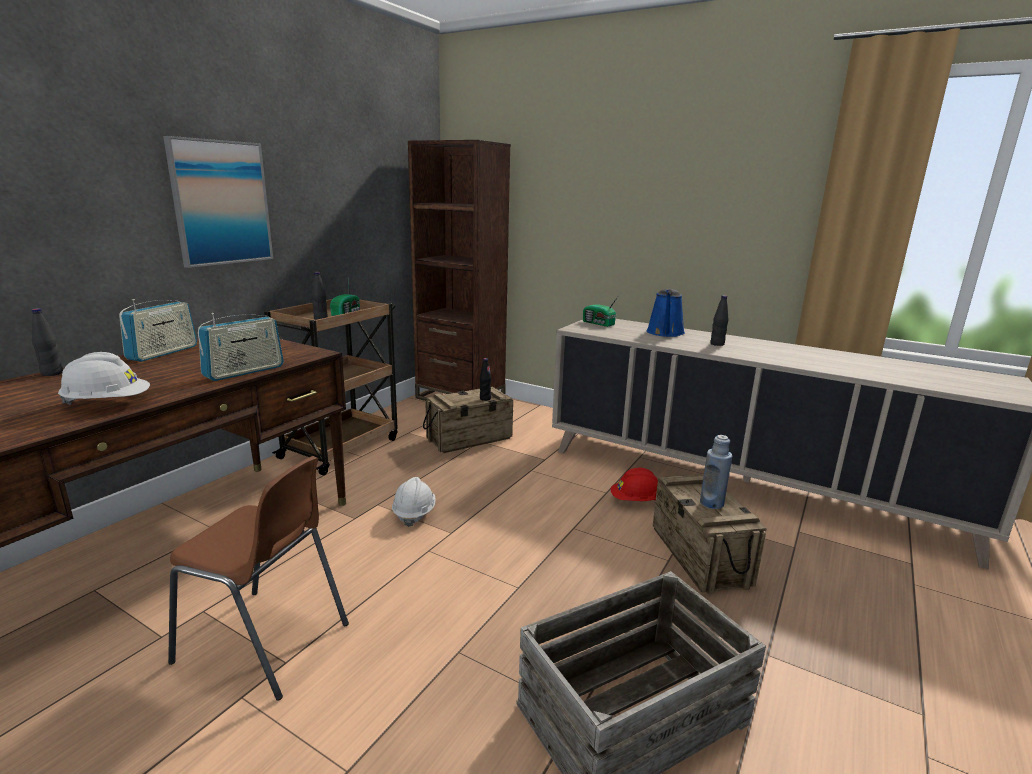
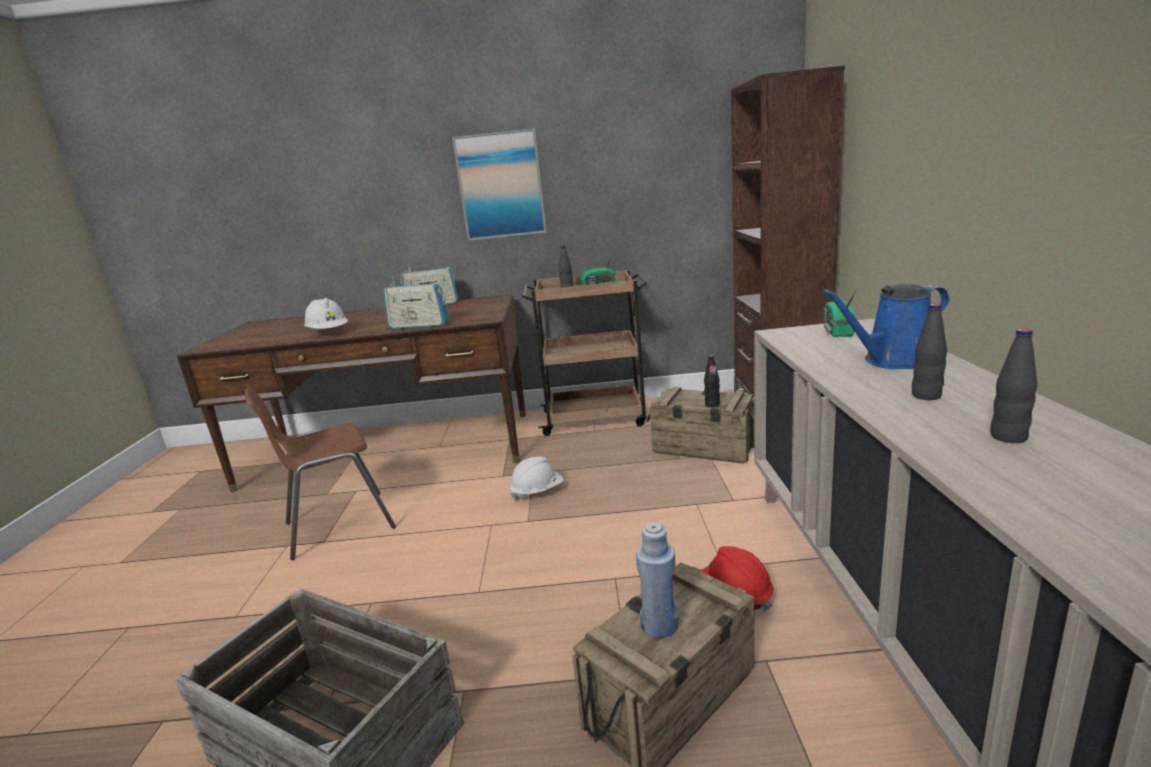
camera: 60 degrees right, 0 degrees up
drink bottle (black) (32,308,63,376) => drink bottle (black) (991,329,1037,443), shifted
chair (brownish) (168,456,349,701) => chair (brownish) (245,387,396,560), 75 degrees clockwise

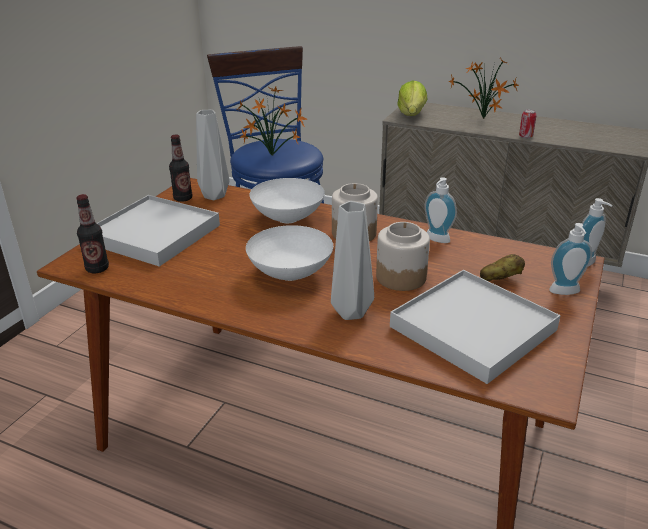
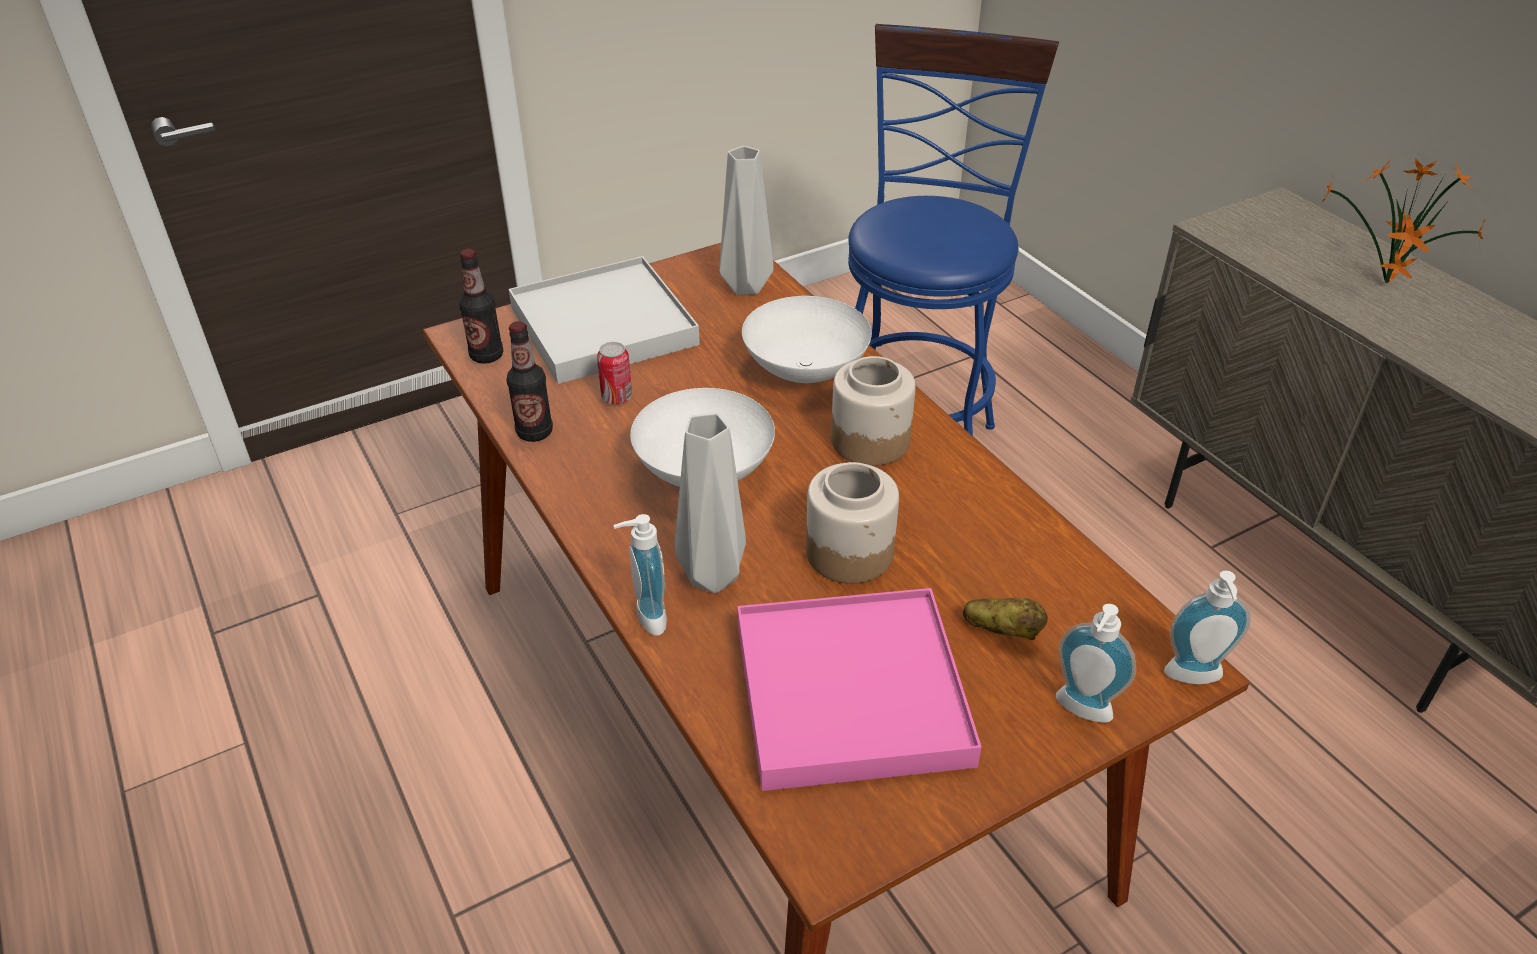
camera: 35 degrees right, 10 degrees up
drink bottle (169,135,192,202) => drink bottle (507,321,553,442), shifted
houseplant (237,87,307,156) => nothing
carrying tray (white) (390,270,561,384) => carrying tray (pinkish) (738,588,982,791)
head of lettuce (397,80,428,116) => nothing
soap dispenser (424,177,457,243) => soap dispenser (613,514,667,635), shifted
sealed can (519,109,537,138) => sealed can (597,342,632,404), shifted

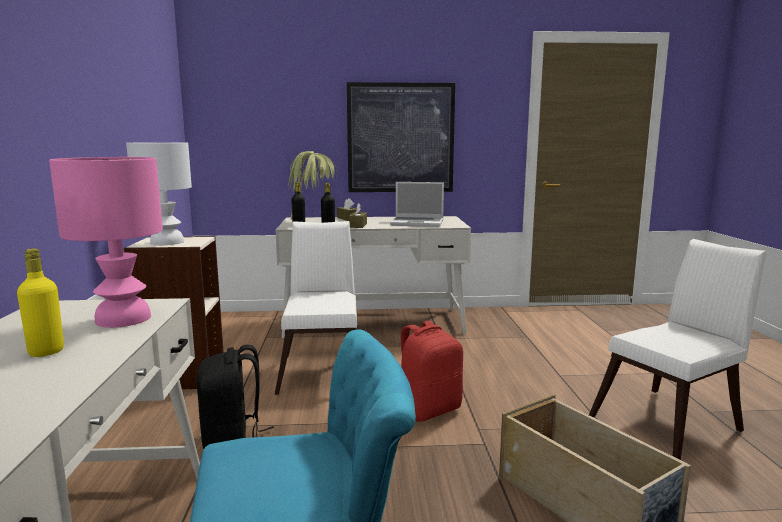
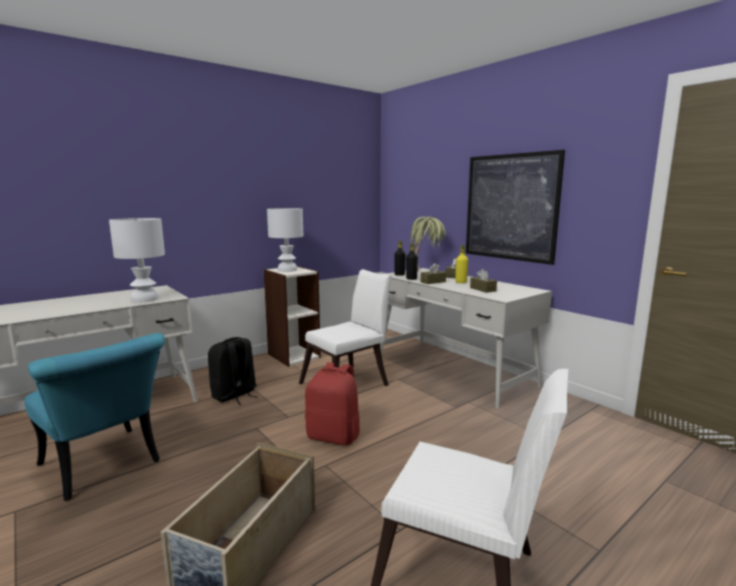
camera: 55 degrees right, 0 degrees up
drink bottle (yellow-coloured) (17,249,64,357) => drink bottle (yellow-coloured) (455,245,468,283), shifted
lamp for a table (pinkish) (49,157,163,328) => lamp for a table (white) (109,218,165,303)
laptop (390,182,444,227) => box of tissues (brownish) (470,269,497,293)

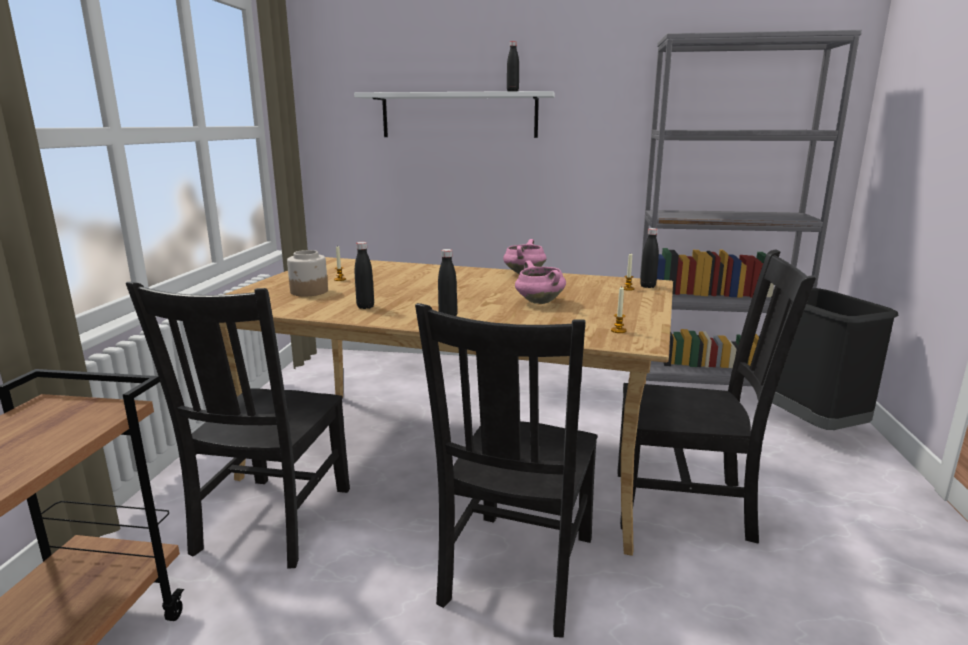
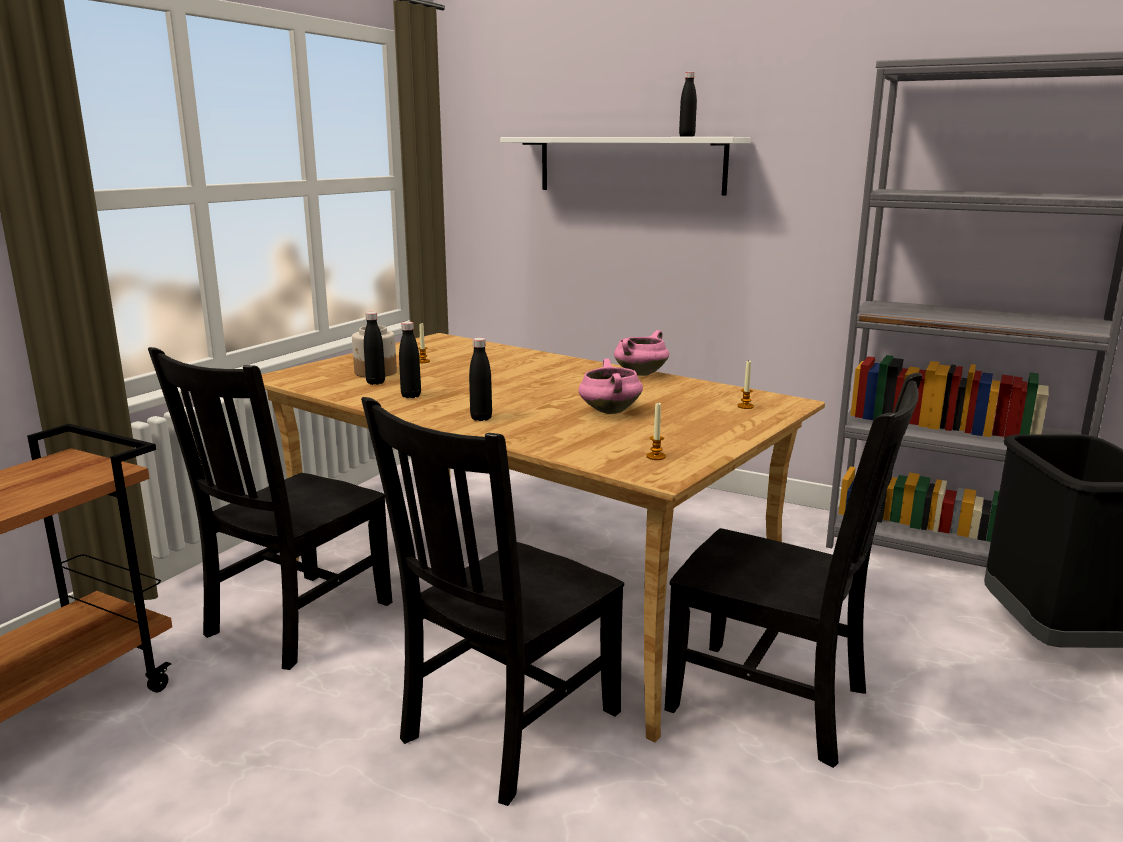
camera: 20 degrees right, 0 degrees up
drink bottle (black) (640,228,659,288) => drink bottle (black) (364,312,385,385), shifted

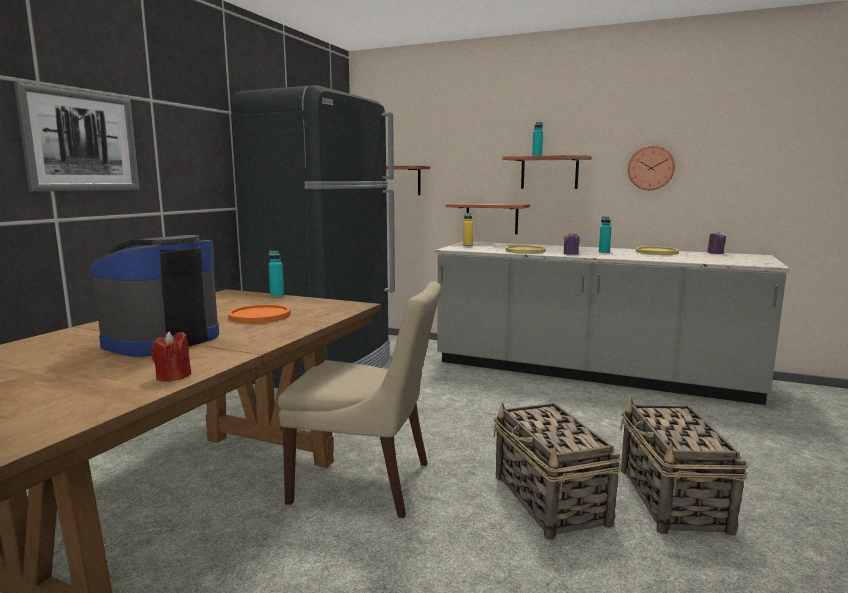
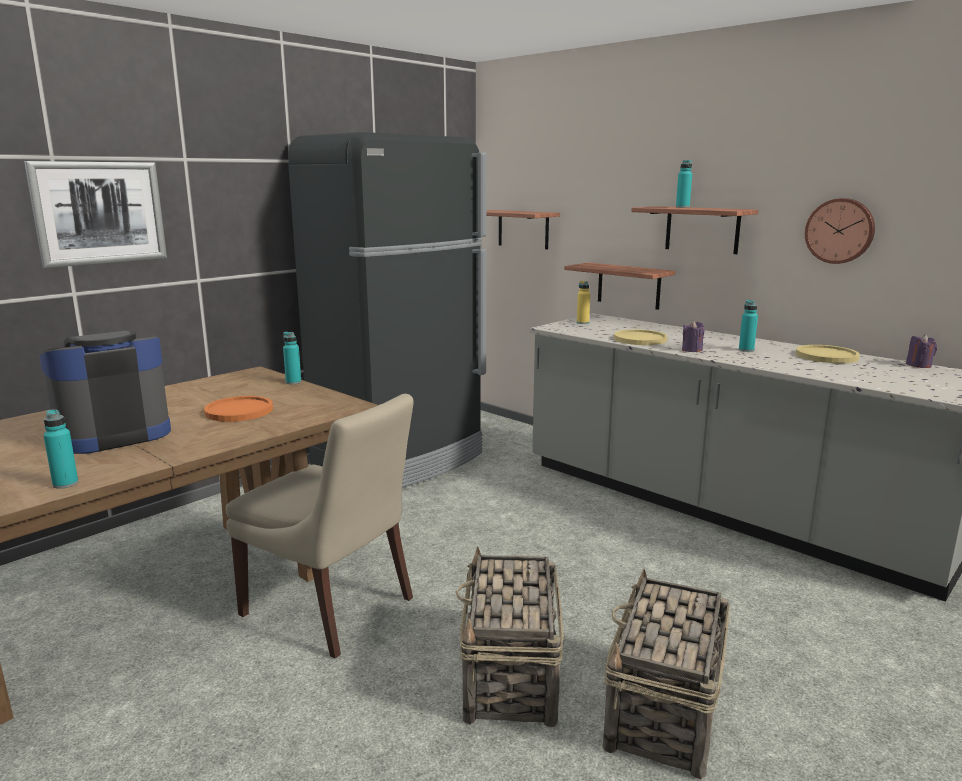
camera: 20 degrees right, 5 degrees up
candle (reddish) (151,331,191,382) => drink bottle (turquoise) (43,409,78,489)

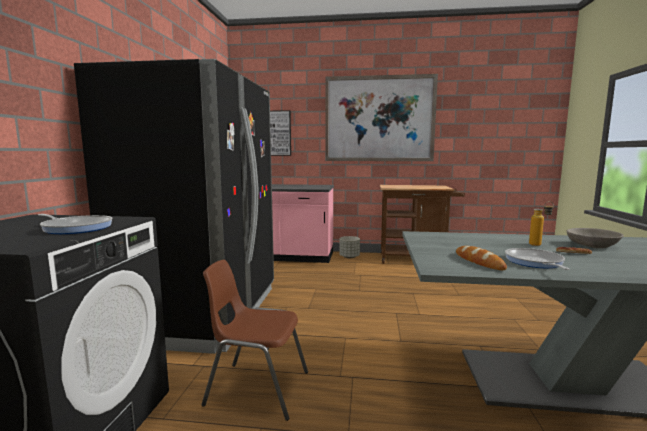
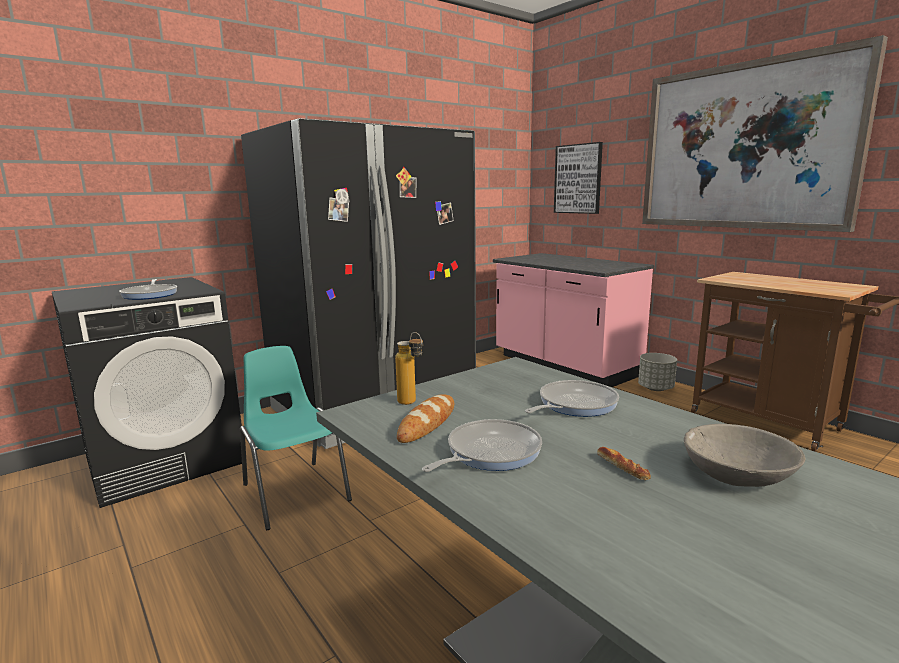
camera: 45 degrees right, 5 degrees up
chair (brownish) (201,260,308,421) => chair (turquoise) (240,346,352,530)
drink bottle (529,201,554,246) => drink bottle (395,332,423,405), shifted
nothing => frying pan (525,380,619,417)

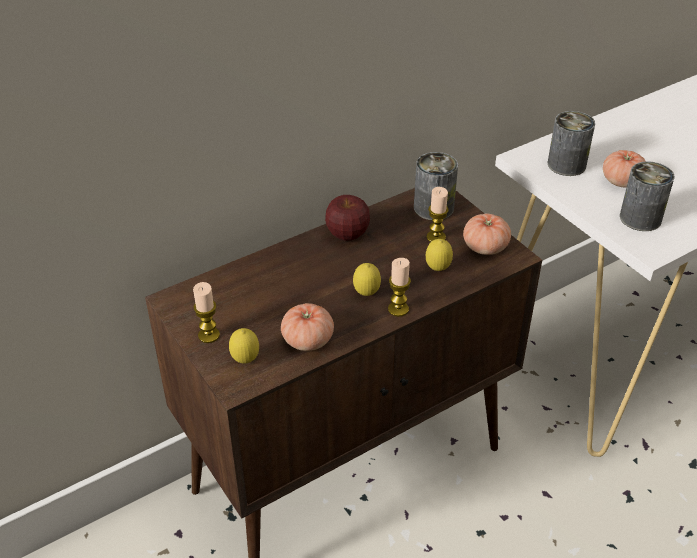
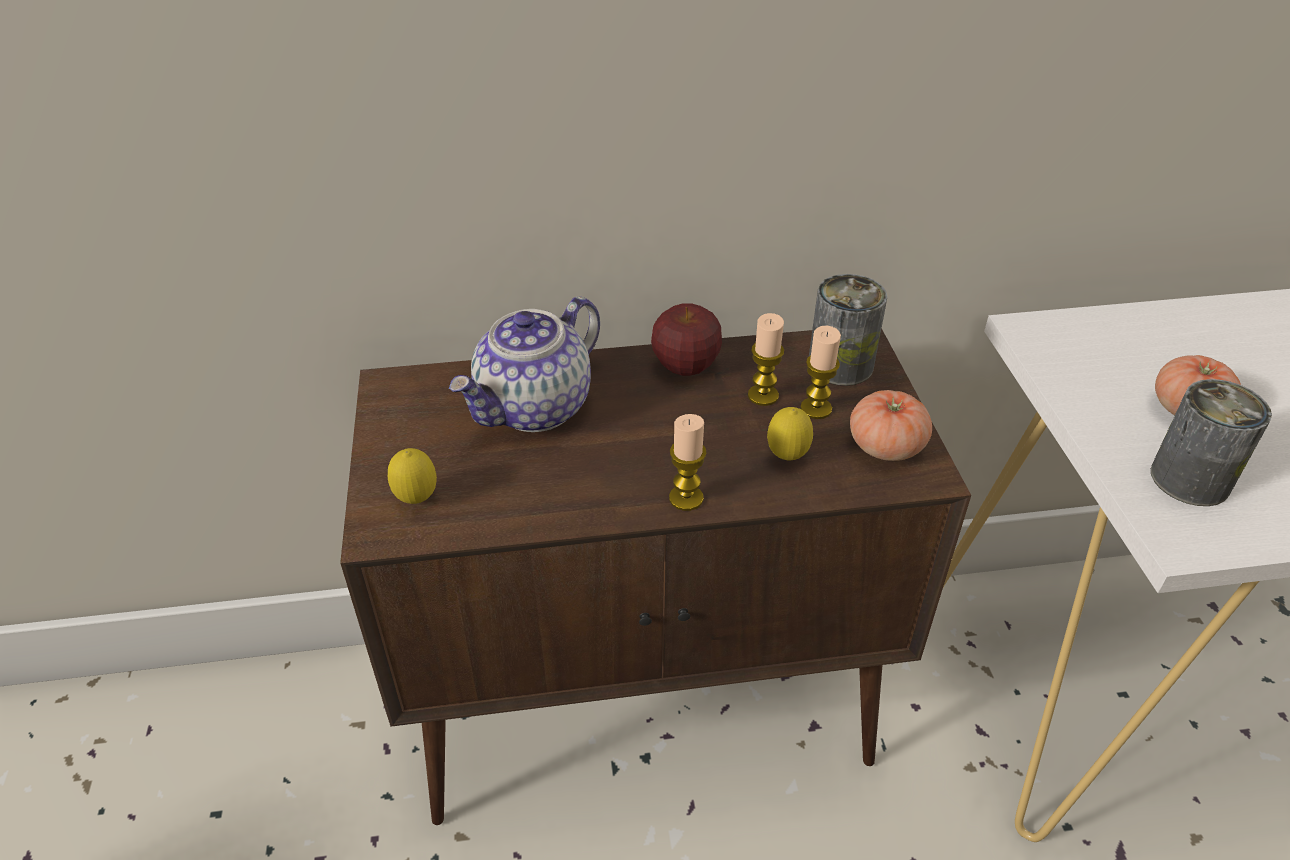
camera: 25 degrees right, 0 degrees up
candle (193,282,220,343) => candle (748,313,784,406), shifted
fresh tomato (281,303,334,351) => nothing
lemon (353,263,381,296) => nothing
sealed can (548,111,595,176) => nothing
nothing => tea pot (449,296,600,432)

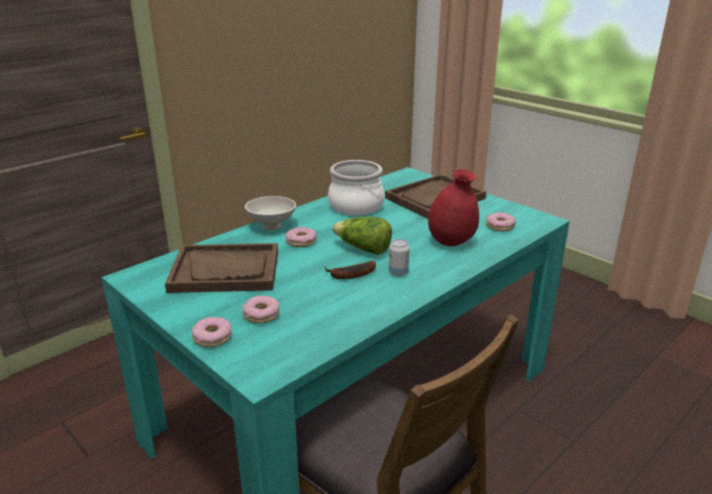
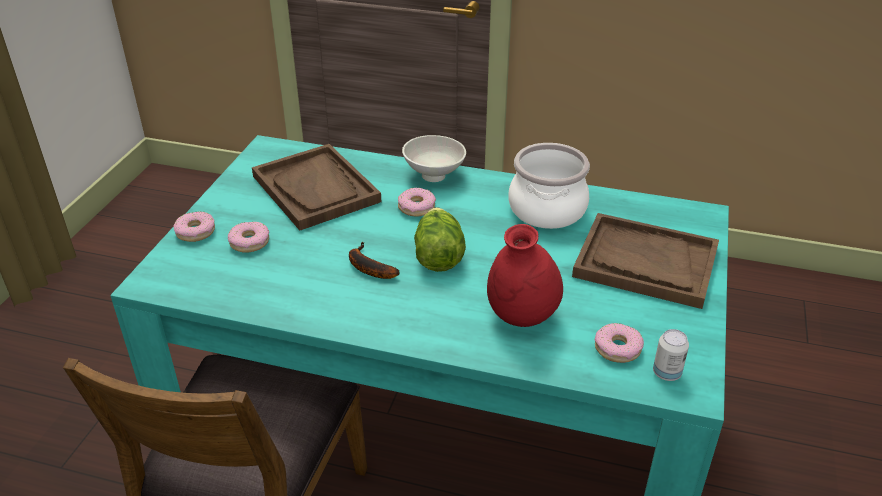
camera: 60 degrees right, 10 degrees up
sealed can (389,239,410,276) => sealed can (653,329,689,381), shifted

